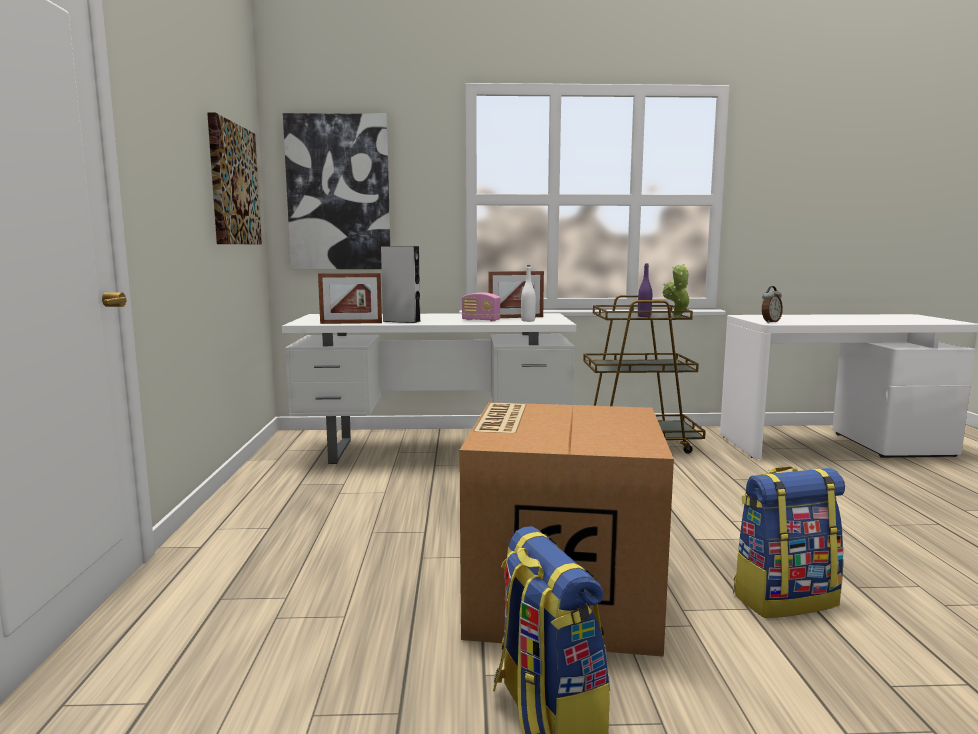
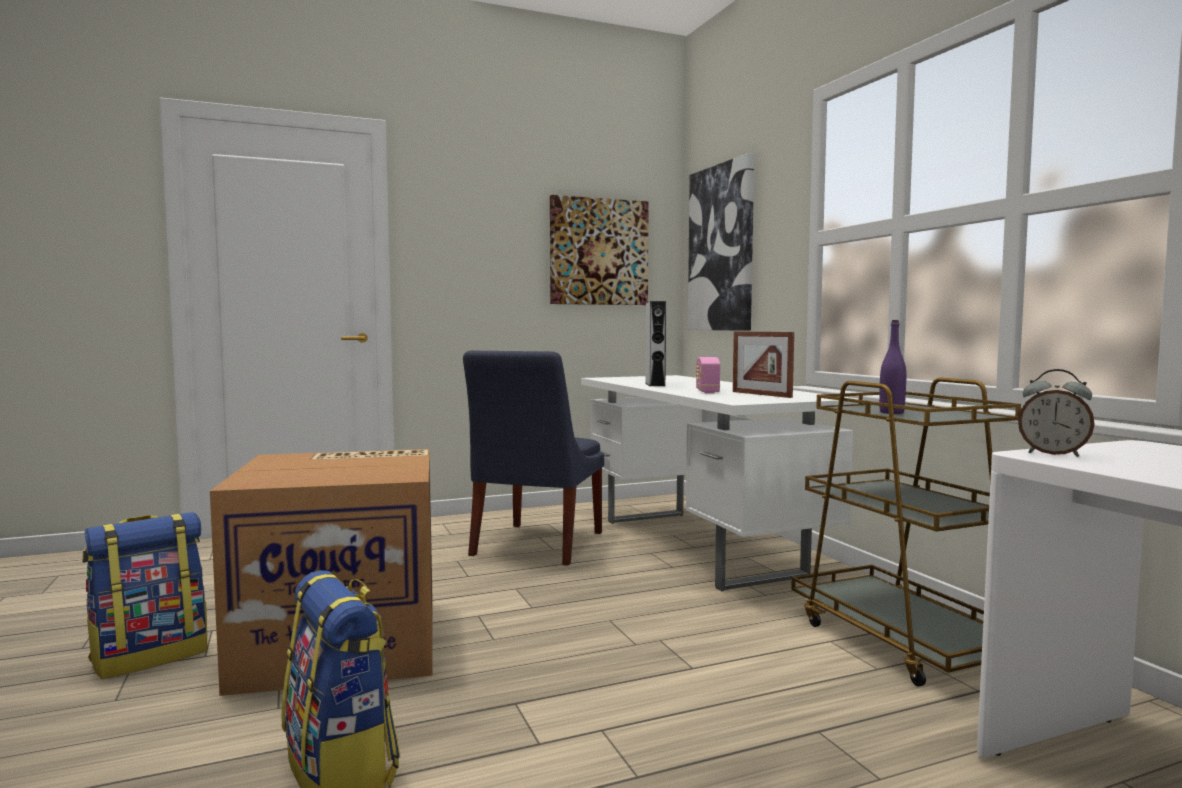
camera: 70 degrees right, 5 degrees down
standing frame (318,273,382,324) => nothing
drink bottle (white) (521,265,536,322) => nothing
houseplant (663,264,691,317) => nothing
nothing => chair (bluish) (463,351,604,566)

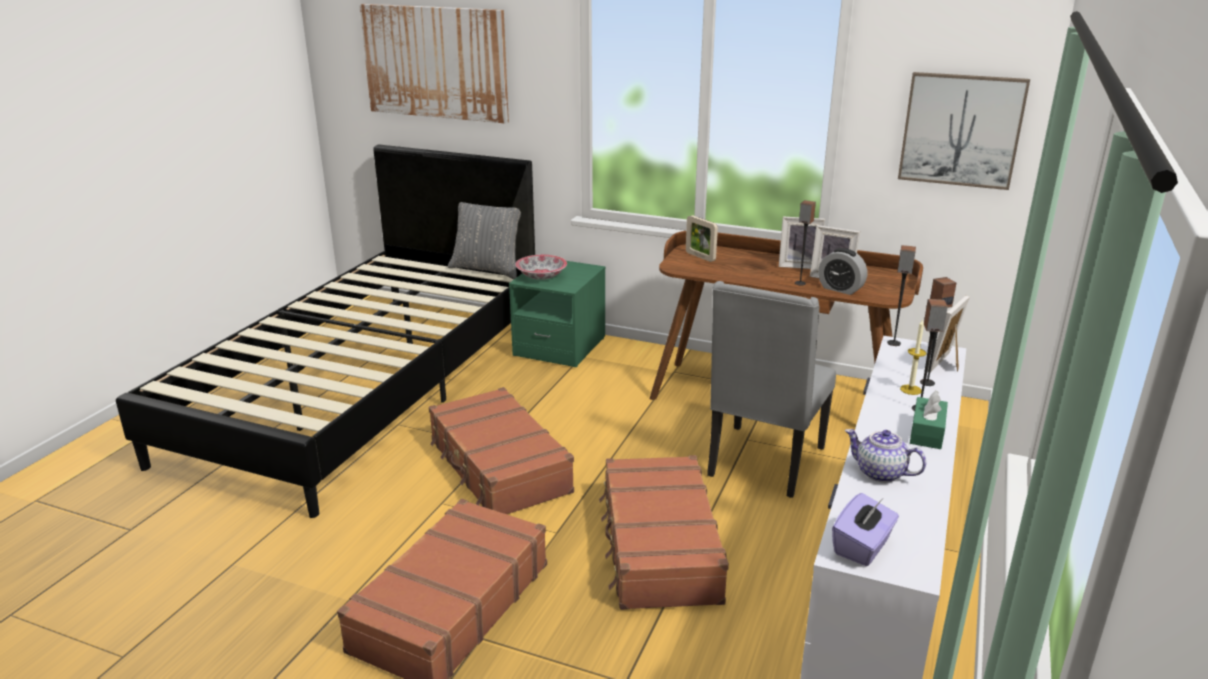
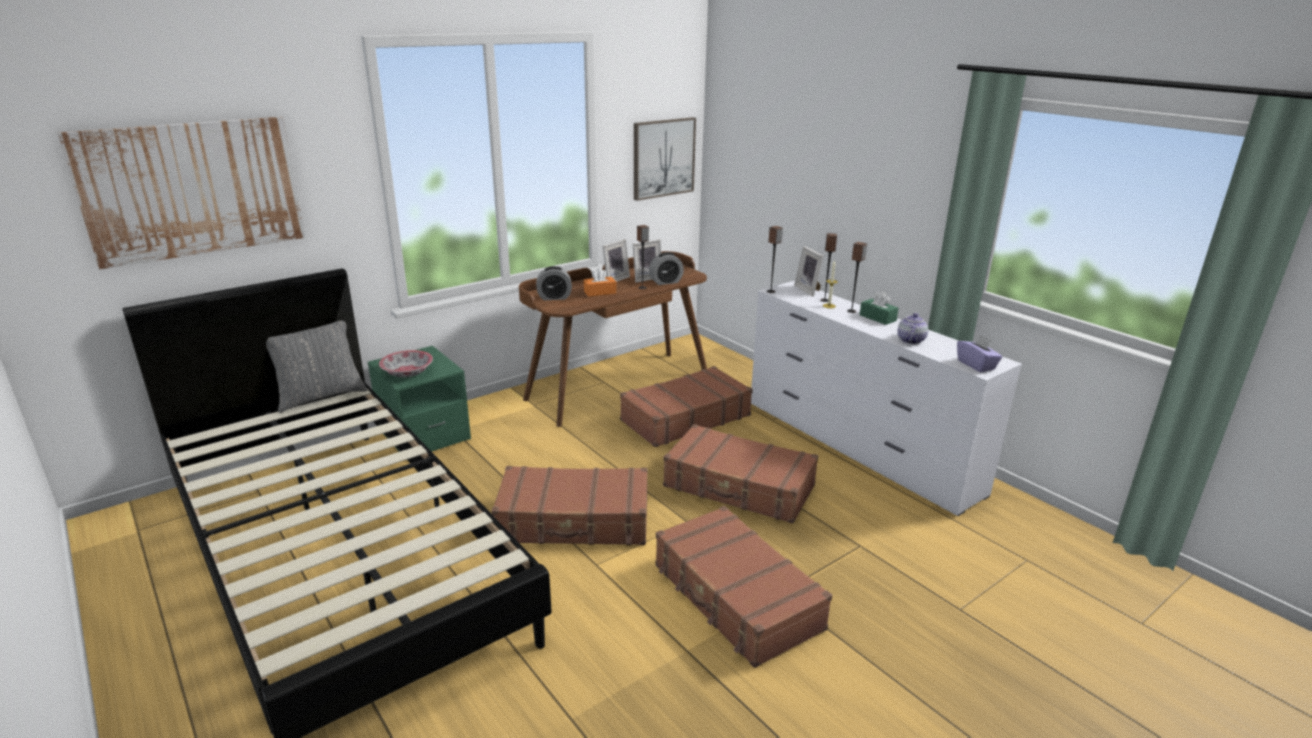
camera: 60 degrees left, 0 degrees up
standing frame (686,215,718,262) => bedside clock (536,266,572,300)
chair (greyish) (707,281,836,498) => suitcase (brownish) (620,366,753,447)
tea pot (845,429,926,483) => tea pot (897,313,928,344), 135 degrees clockwise
nothing => box of tissues (orange) (584,268,616,297)

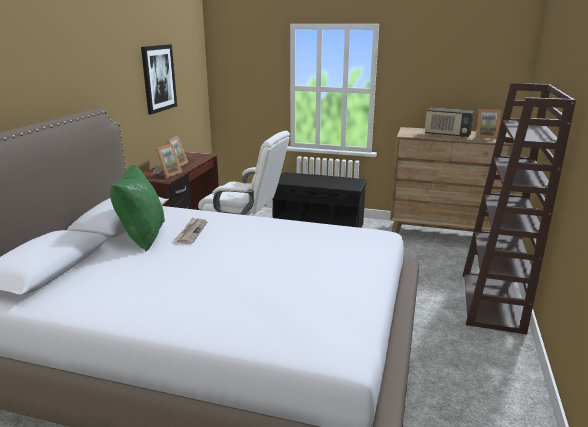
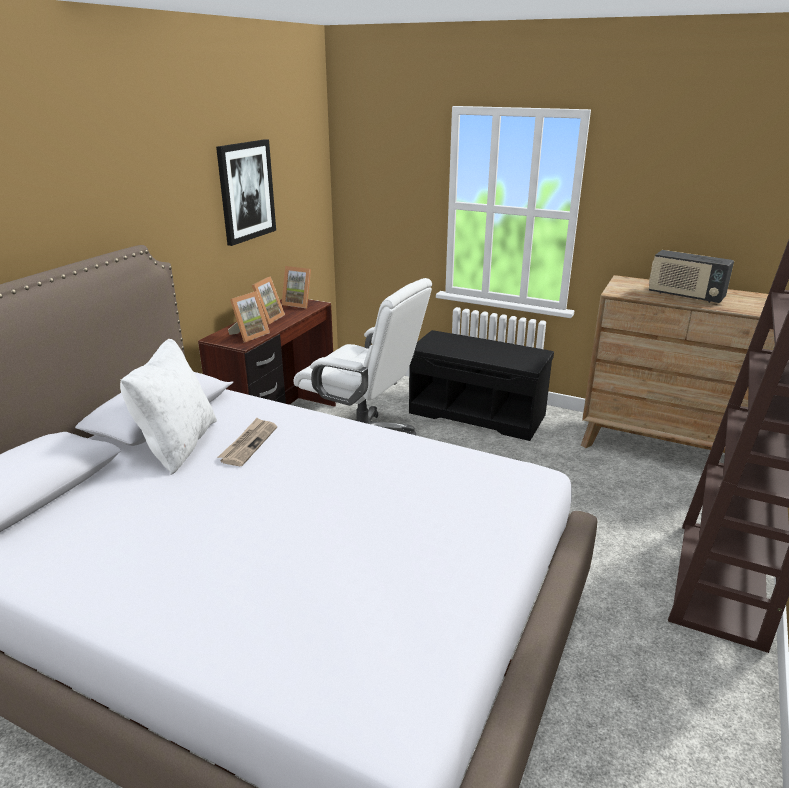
camera: 10 degrees right, 5 degrees up
throw pillow (green-coloured) (110,165,165,252) => throw pillow (white) (120,339,217,475)
standing frame (476,109,501,139) => standing frame (281,266,311,308), shifted

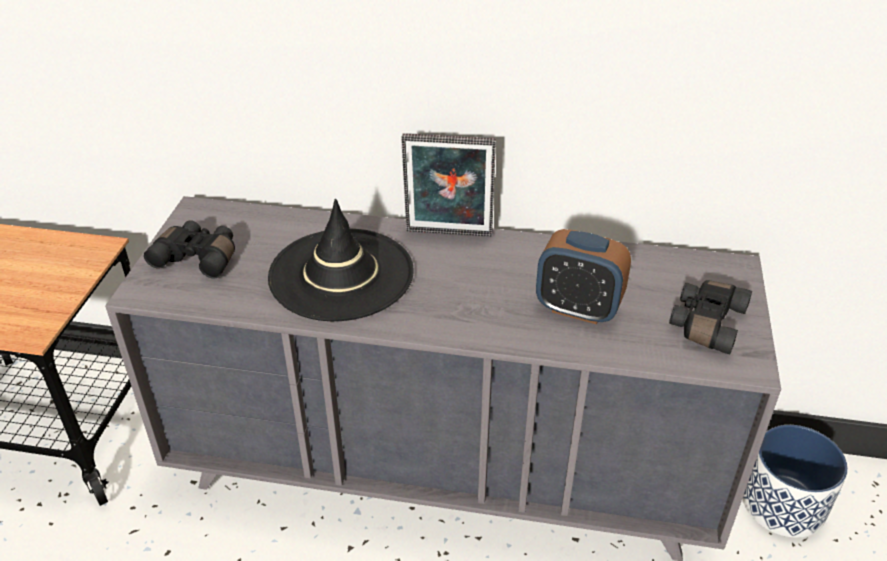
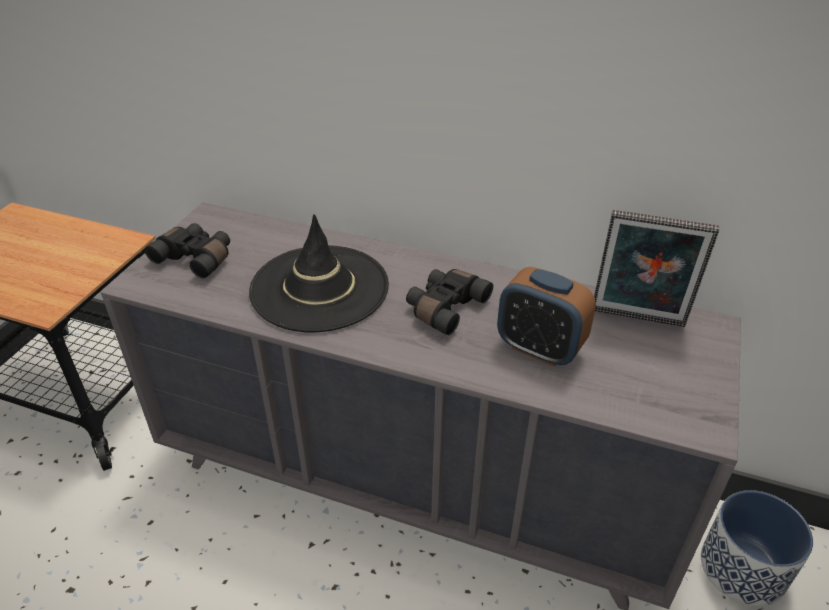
camera: 10 degrees right, 0 degrees up
standing frame (401,133,496,237) => standing frame (594,210,719,327), shifted
field glasses (black) (669,280,752,354) => field glasses (black) (406,269,493,335), shifted

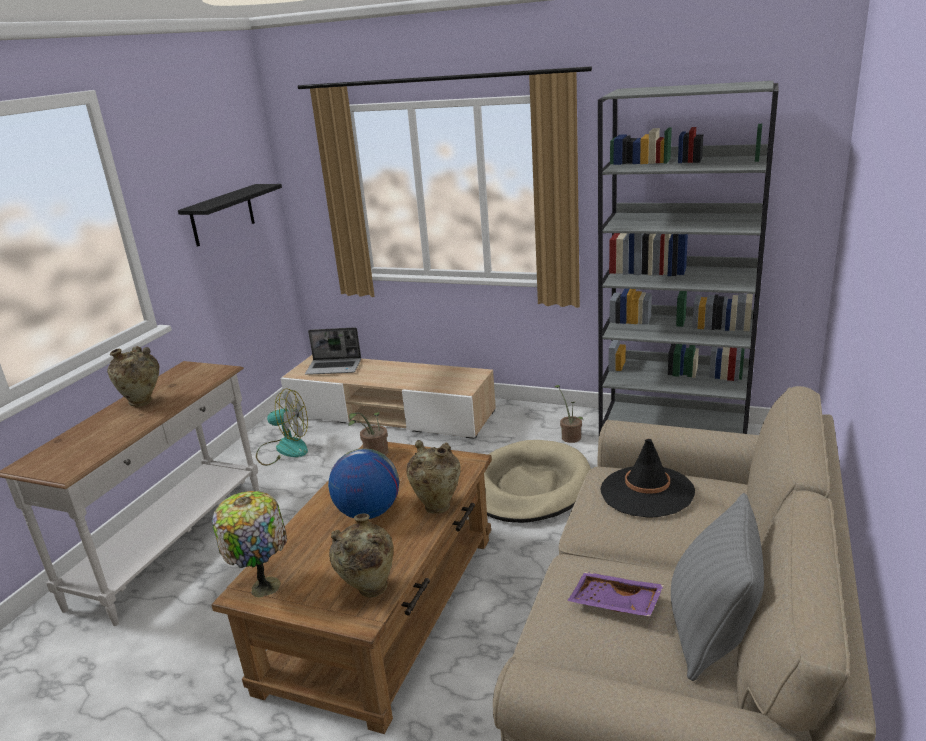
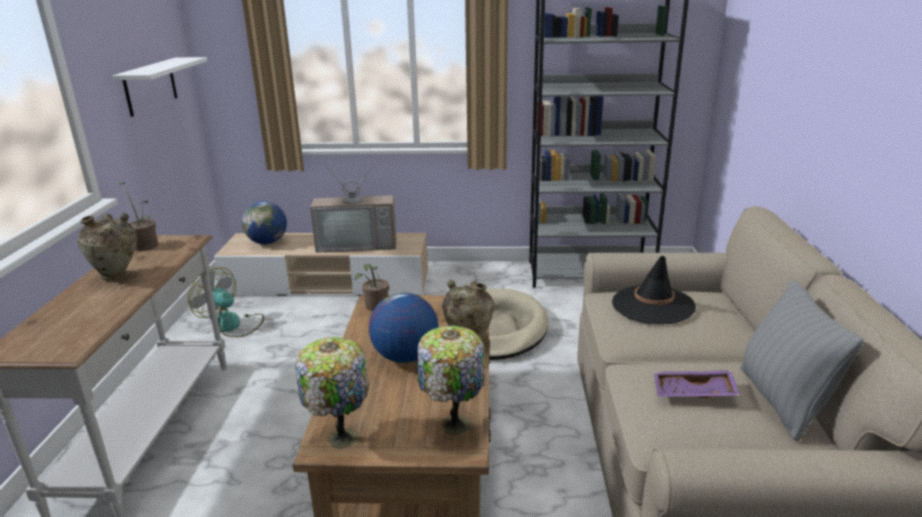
camera: 20 degrees left, 0 degrees up
shelf (black) (178,184,282,247) => shelf (white) (112,57,207,117)
electric fan (256,388,308,466) => electric fan (188,267,264,337), 135 degrees counterclockwise
laptop (305,327,361,375) => desk globe (242,201,287,244)
vase (beige-coloured) (329,513,394,597) => lamp for a table (417,325,485,435)
houseplant (554,385,583,443) => houseplant (117,182,158,251), shifted
nothing => TV set (310,160,397,253)

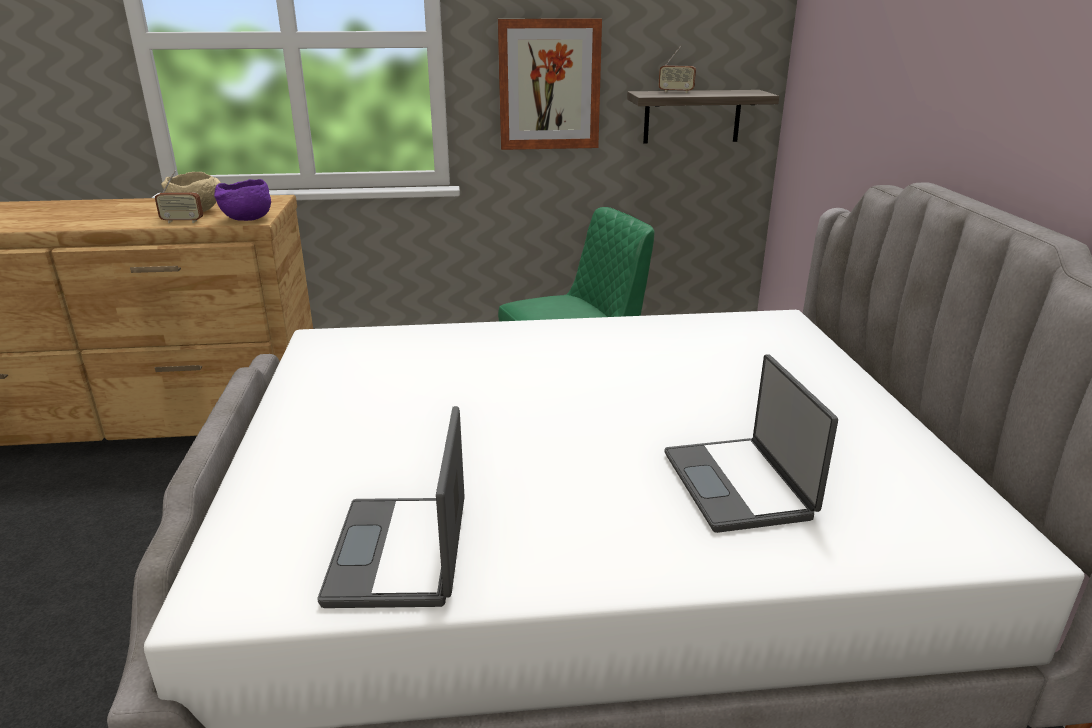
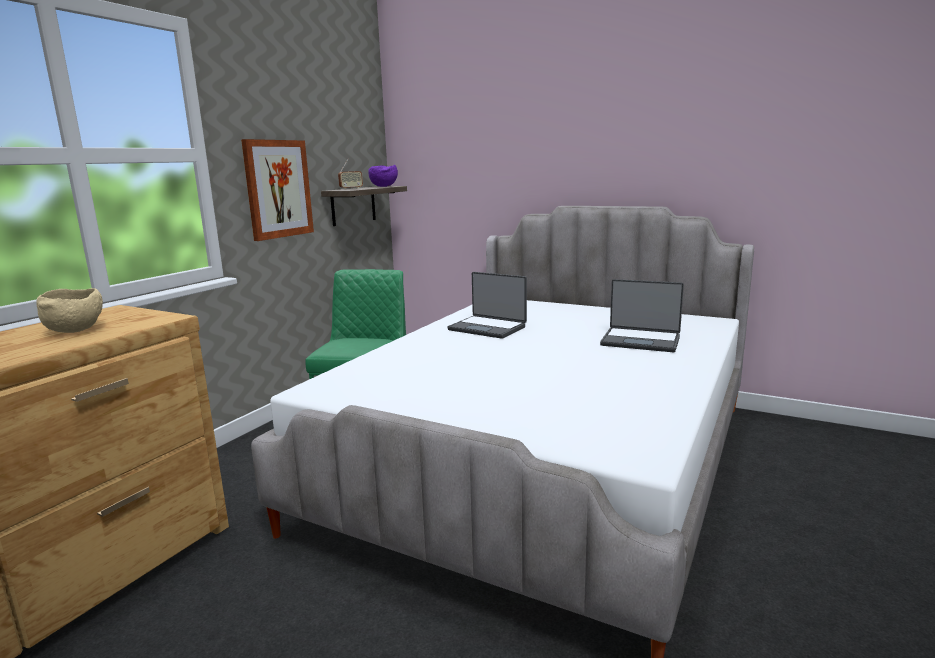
camera: 55 degrees left, 10 degrees down
radio set (155,171,203,223) => nothing
bowl (purplish) (214,179,271,221) => bowl (purplish) (368,165,398,187), shifted
laptop (317,406,465,608) => laptop (447,272,527,339), shifted

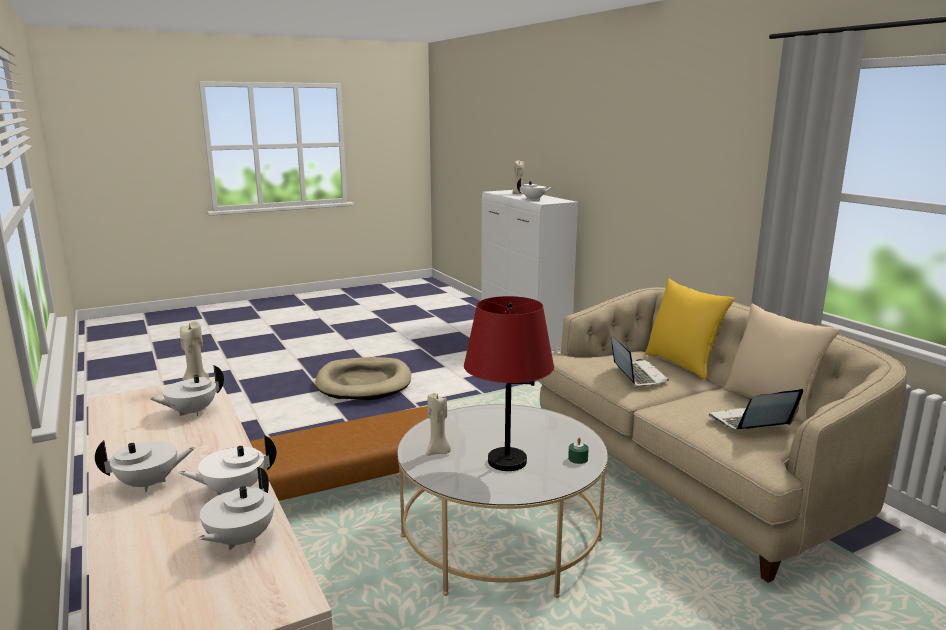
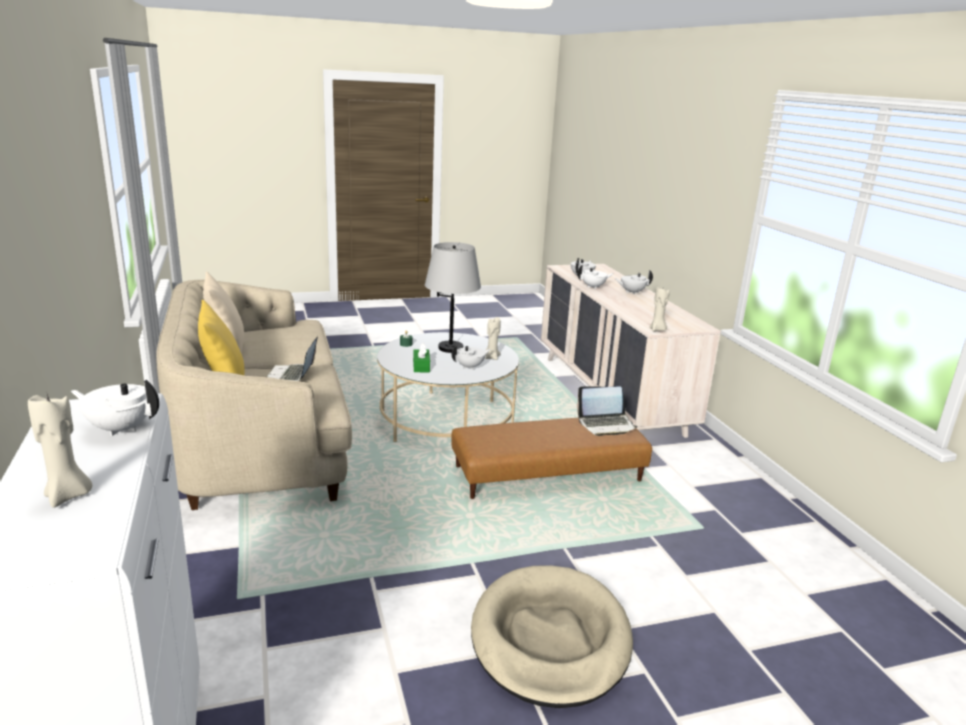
camera: 170 degrees left, 5 degrees up
tea pot (white) (149,365,224,416) => tea pot (white) (452,344,491,370), shifted
lamp for a table (reddish) (464,296,554,471) => lamp for a table (greyish) (425,242,481,353)
laptop (709,389,803,429) => laptop (577,386,638,436), shifted
nothing => box of tissues (green-coloured) (413,343,430,372)

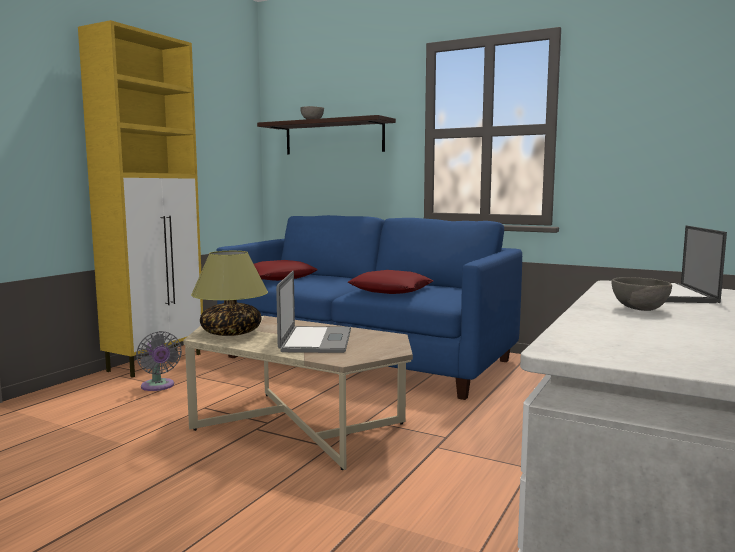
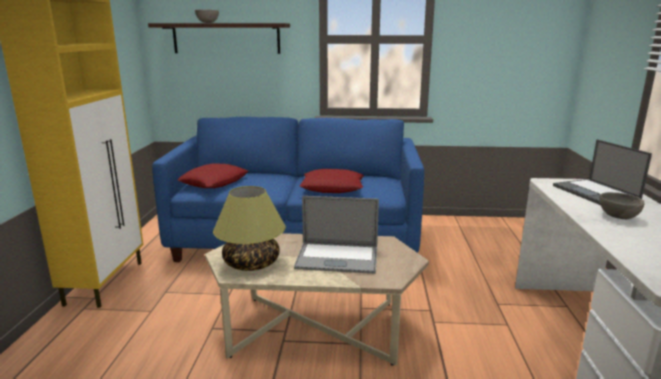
camera: 25 degrees left, 10 degrees up
electric fan (greyish) (136,331,182,391) => nothing
laptop (276,271,351,353) => laptop (294,196,379,274), 120 degrees clockwise

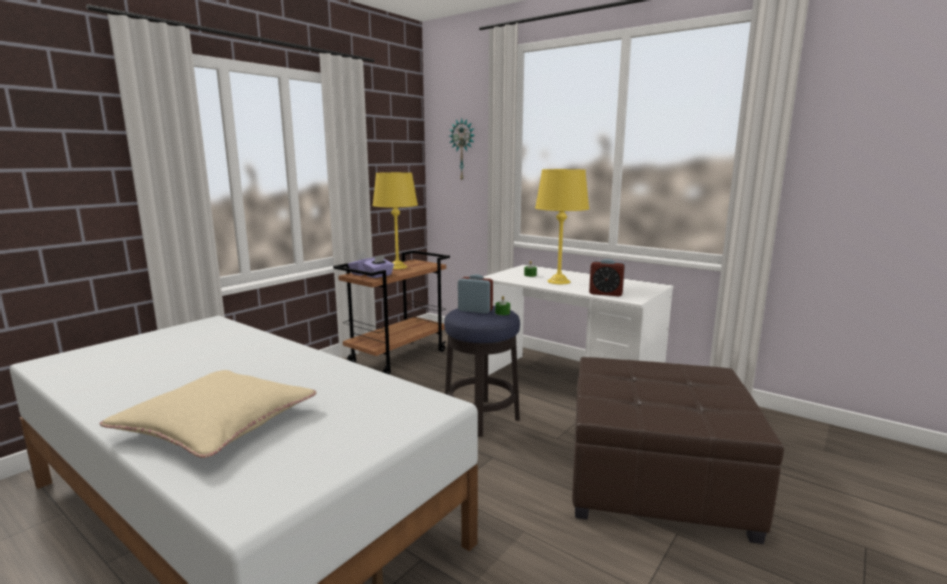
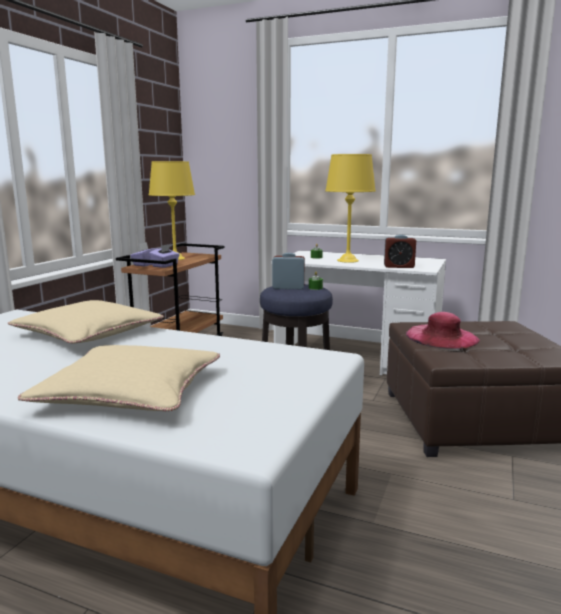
camera: 15 degrees left, 0 degrees up
hanging clock (449,118,475,180) => nothing
nothing => throw pillow (beige-coloured) (8,300,164,344)
nothing => wearable hat (pinkish) (406,312,480,349)

